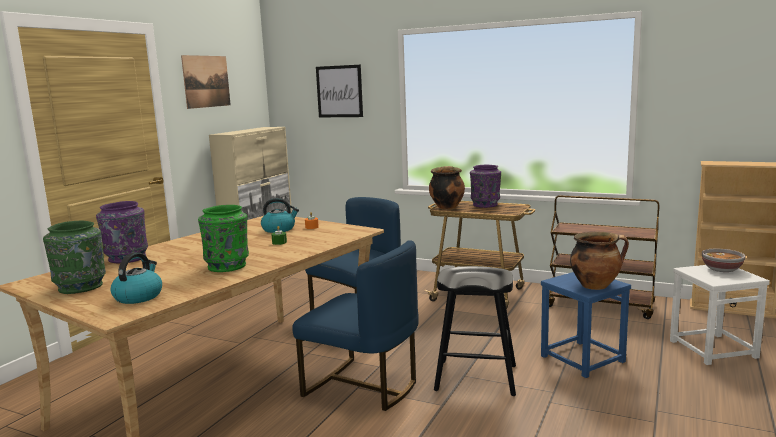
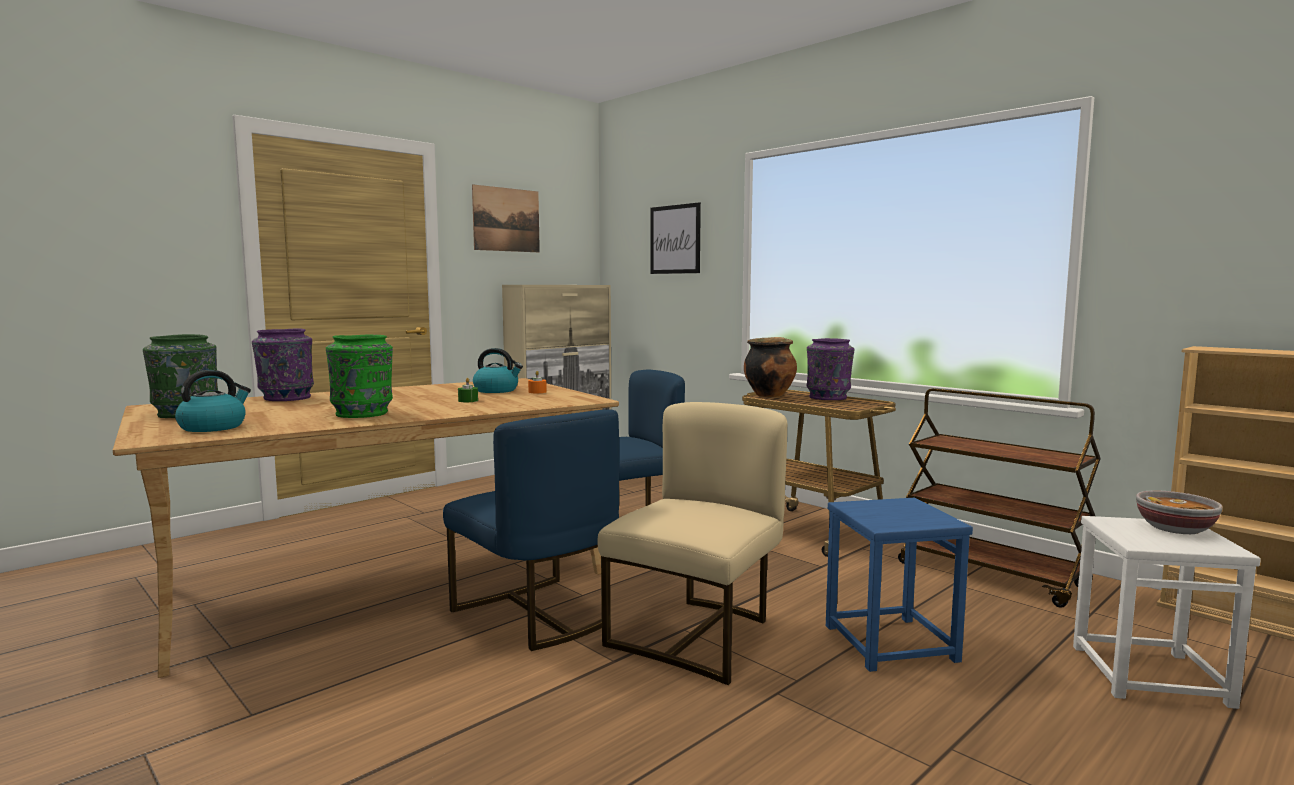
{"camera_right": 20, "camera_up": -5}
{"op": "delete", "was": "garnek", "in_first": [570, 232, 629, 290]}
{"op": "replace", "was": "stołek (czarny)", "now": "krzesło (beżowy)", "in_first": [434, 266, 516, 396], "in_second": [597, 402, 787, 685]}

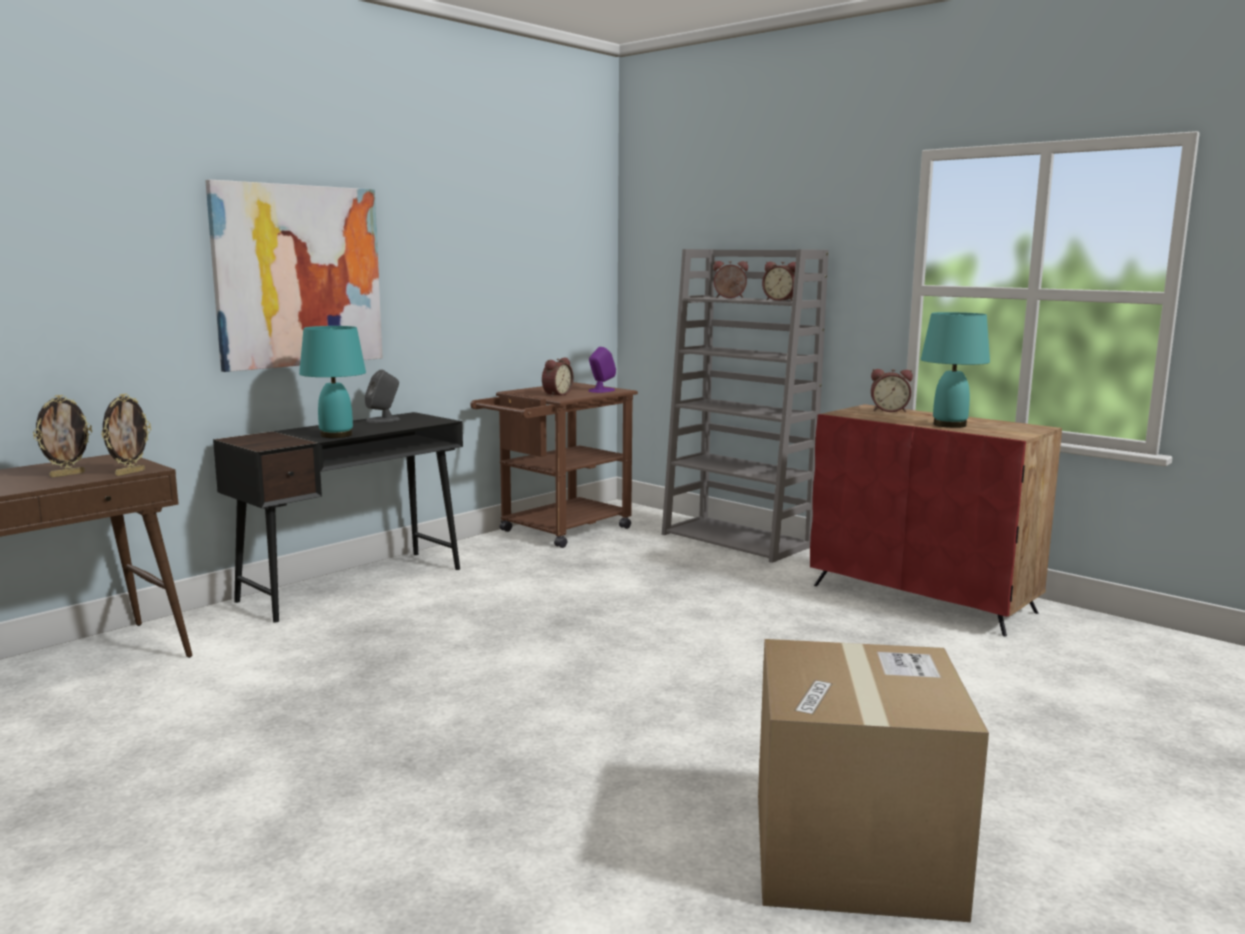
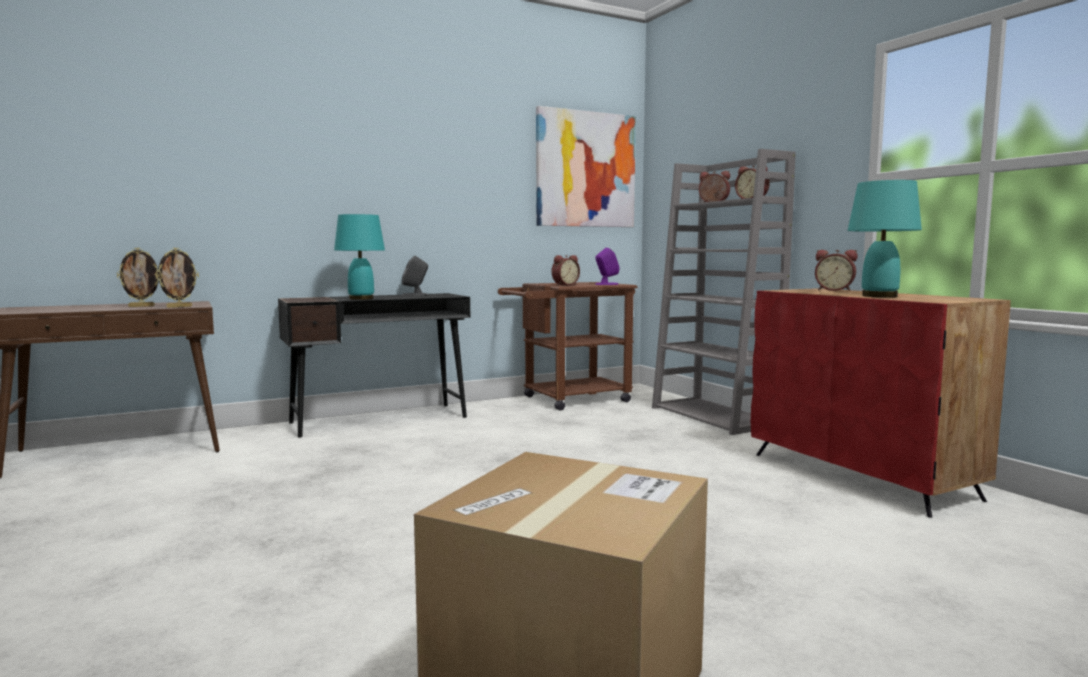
{"camera_right": 20, "camera_up": -5}
{"op": "move", "was": "obraz", "in_first": [205, 179, 383, 372], "in_second": [536, 106, 636, 227]}

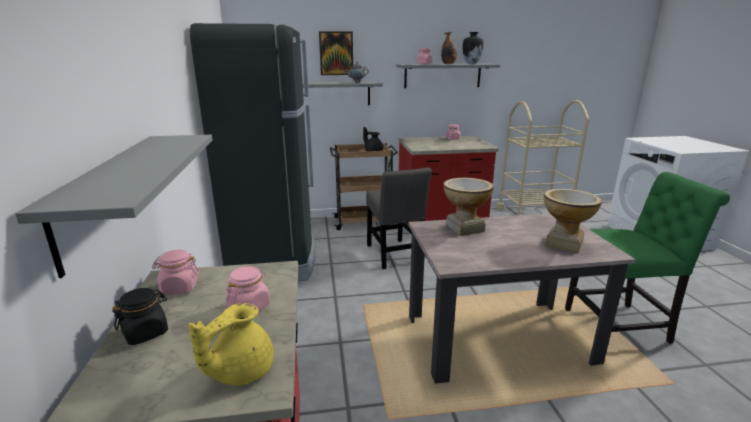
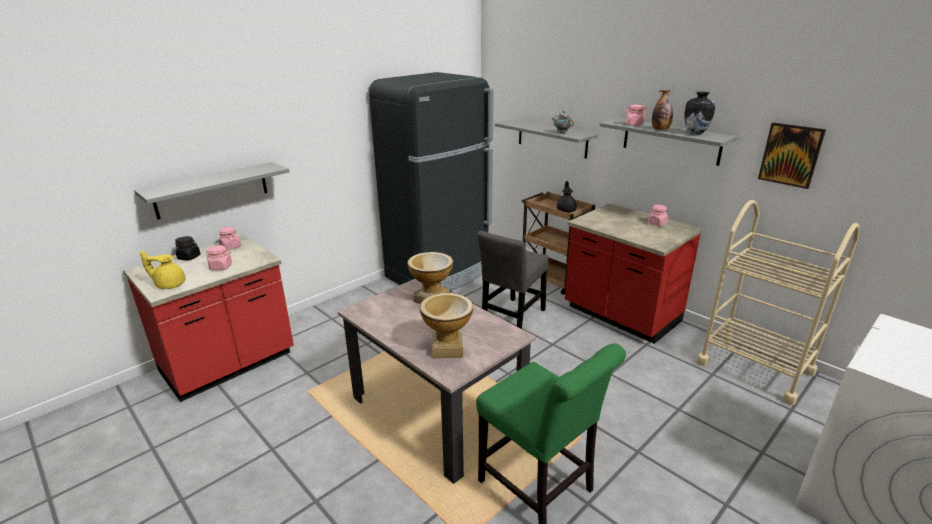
{"camera_right": 55, "camera_up": 5}
{"op": "move", "was": "obraz", "in_first": [319, 31, 353, 75], "in_second": [758, 123, 826, 189]}

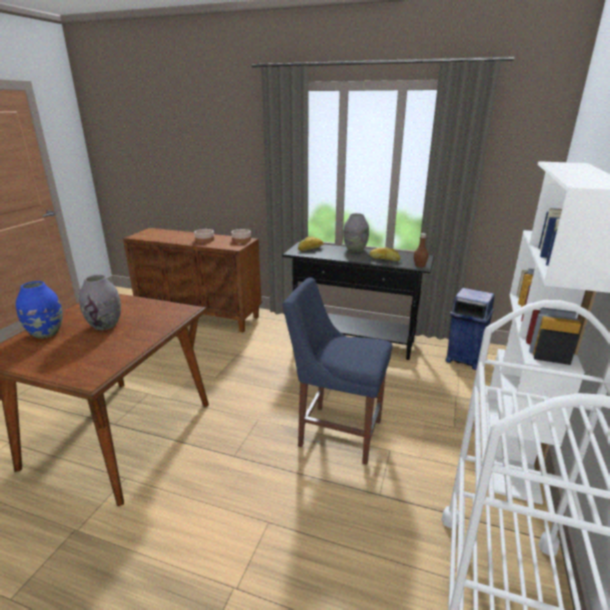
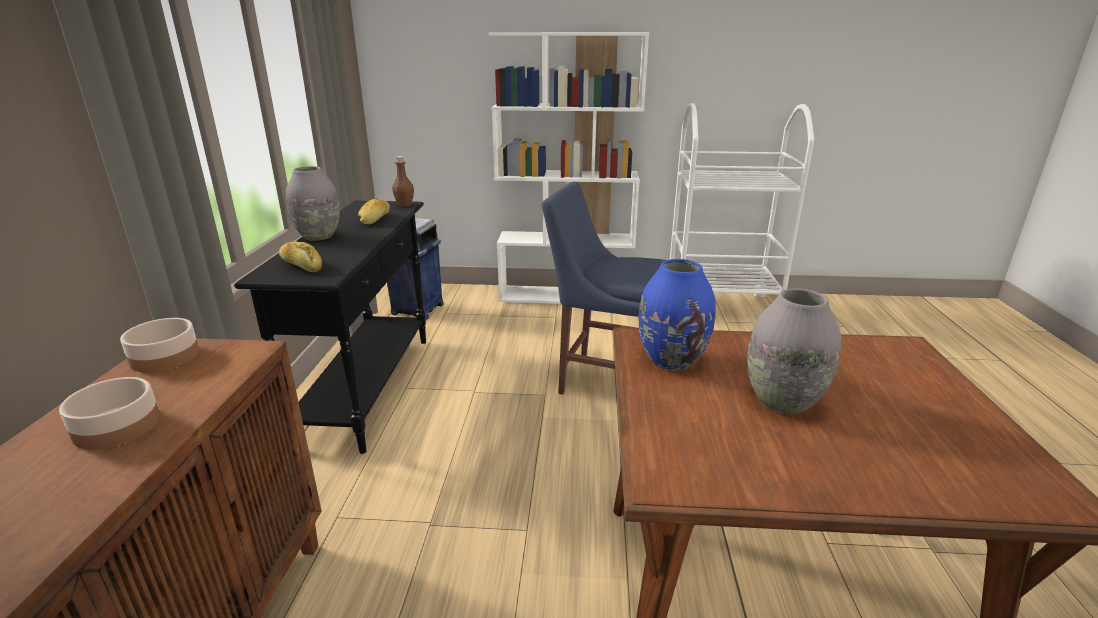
{"camera_right": -105, "camera_up": 0}
{"op": "move", "was": "wazon (niebieski)", "in_first": [16, 281, 63, 338], "in_second": [639, 259, 716, 371]}
{"op": "rotate", "was": "krzesło (niebieski)", "in_first": [282, 277, 392, 465], "in_second": [542, 182, 666, 395], "clockwise": 105}

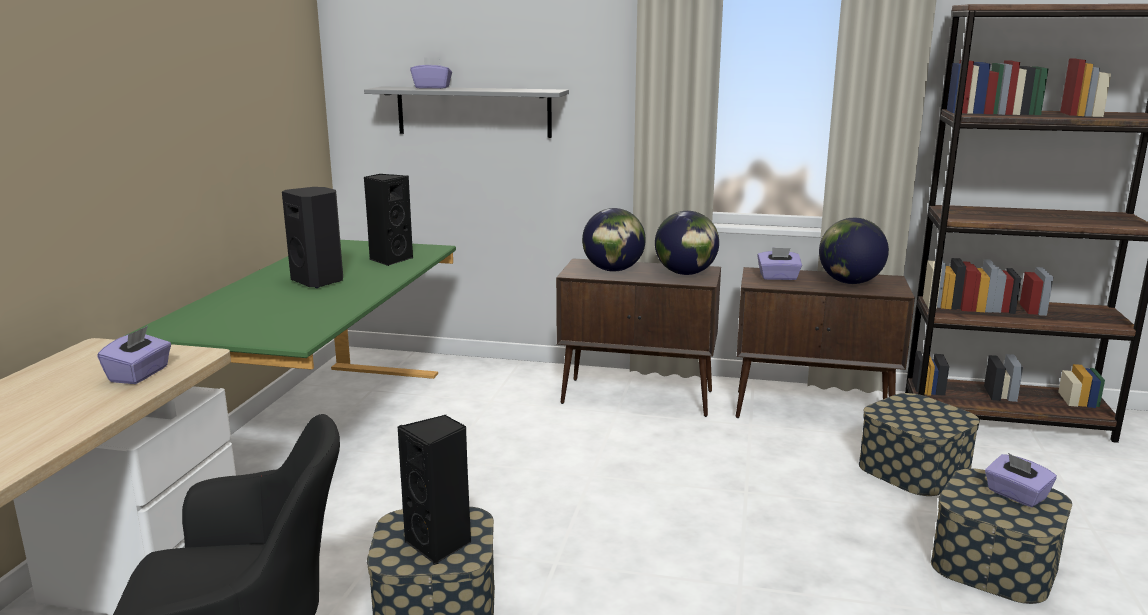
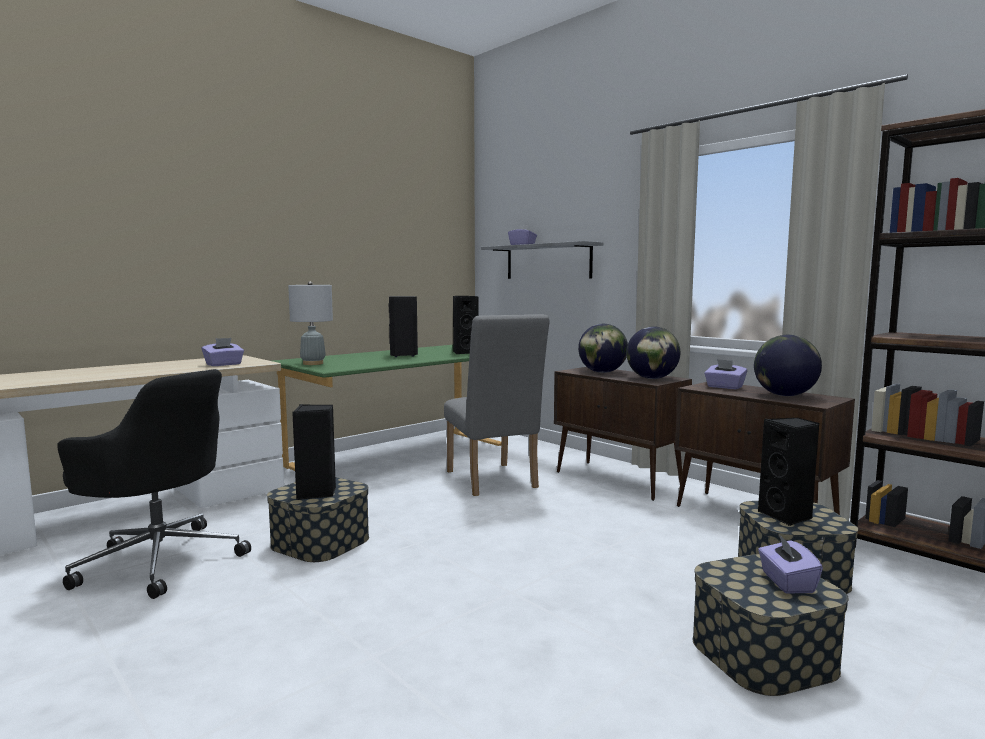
{"camera_right": 35, "camera_up": -10}
{"op": "insert", "now": "lampa stołowa (szary)", "in_second": [288, 281, 333, 365]}
{"op": "insert", "now": "krzesło (szary)", "in_second": [444, 314, 550, 496]}
{"op": "insert", "now": "głośnik (czarny)", "in_second": [758, 418, 819, 526]}

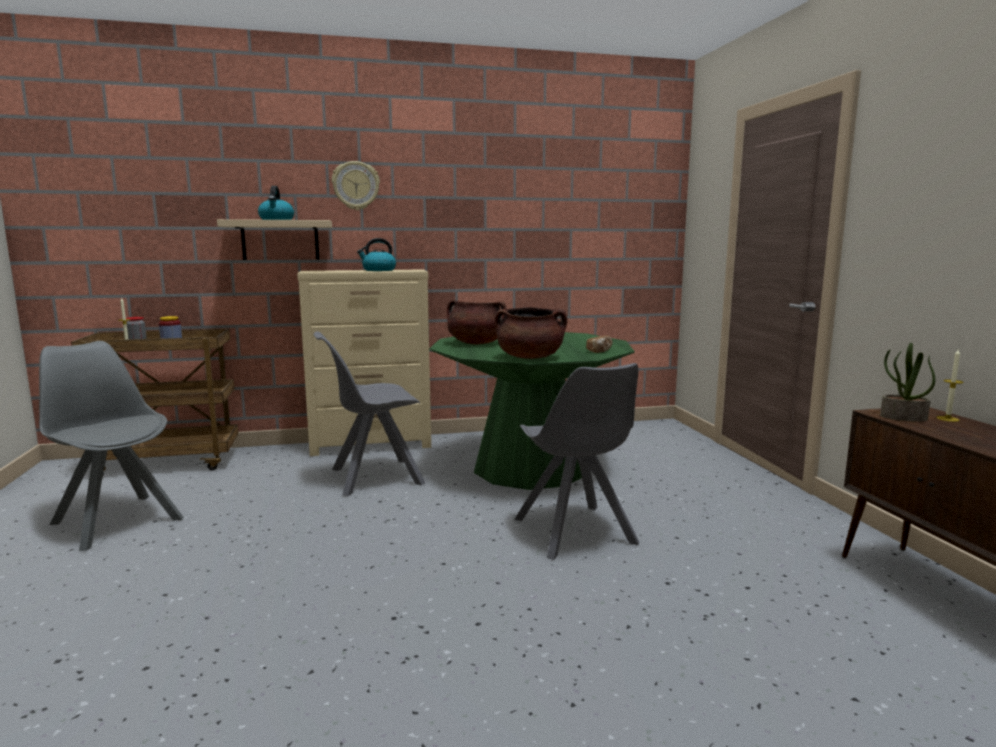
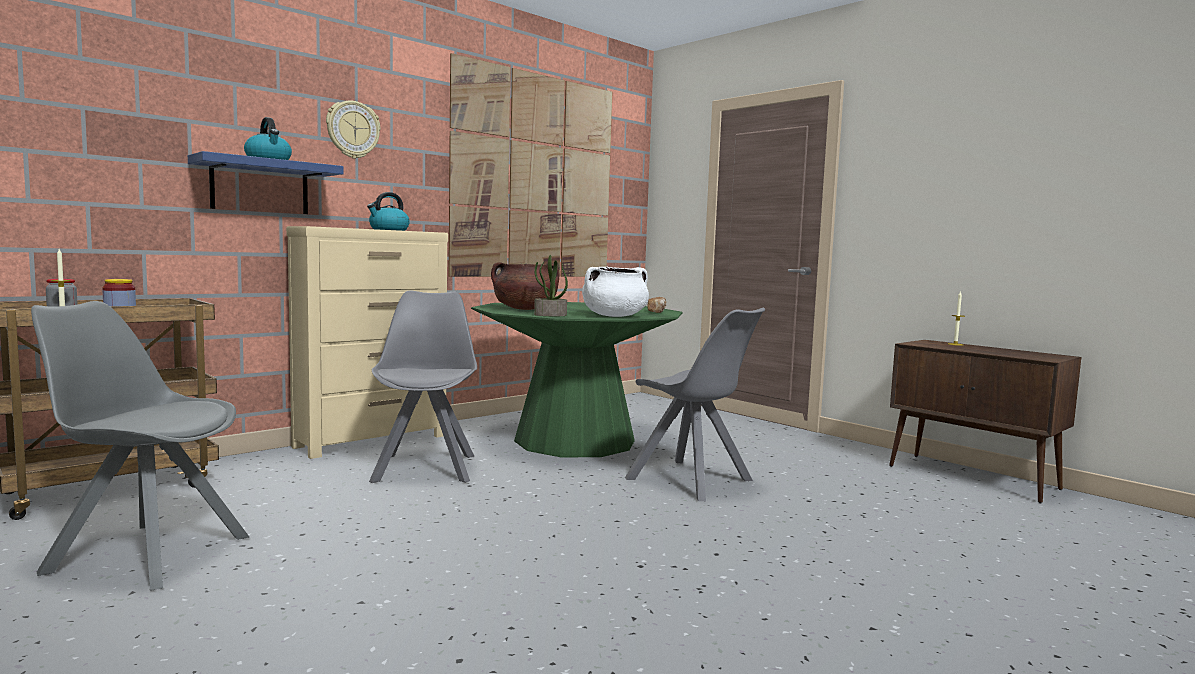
{"camera_right": -30, "camera_up": -5}
{"op": "insert", "now": "obraz", "in_second": [449, 53, 612, 277]}
{"op": "move", "was": "roślina doniczkowa", "in_first": [880, 343, 936, 422], "in_second": [534, 255, 568, 316]}
{"op": "recolor", "was": "półka (beżowy)", "now": "półka (niebieski)", "in_first": [217, 219, 332, 260], "in_second": [188, 151, 344, 214]}
{"op": "recolor", "was": "garnek (brązowy)", "now": "garnek (biały)", "in_first": [495, 307, 567, 359], "in_second": [582, 267, 649, 317]}
{"op": "rotate", "was": "krzesło (szary)", "in_first": [314, 331, 425, 496], "in_second": [369, 290, 477, 483], "clockwise": 135}

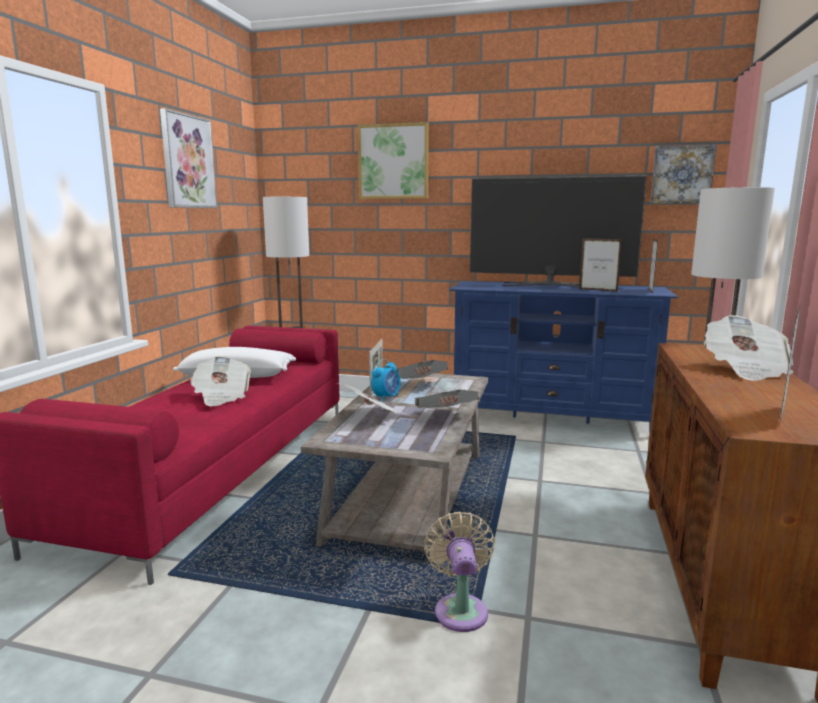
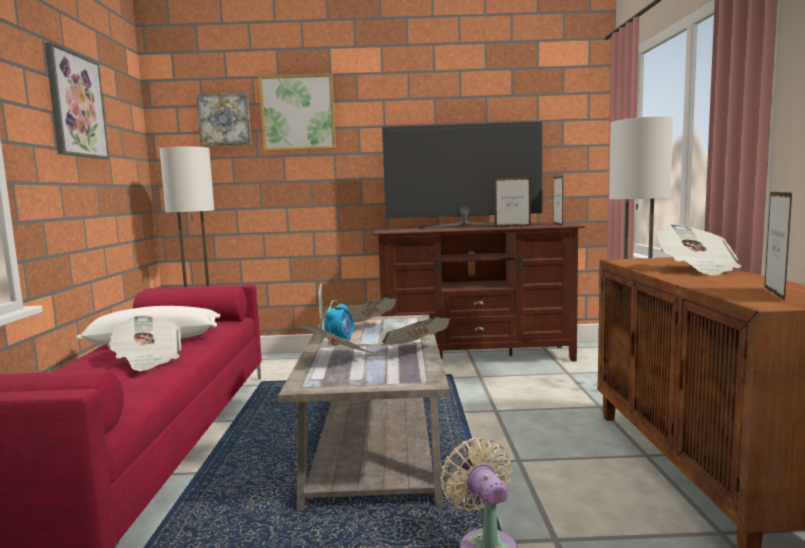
{"camera_right": -15, "camera_up": -5}
{"op": "move", "was": "obraz", "in_first": [650, 145, 717, 203], "in_second": [196, 92, 251, 146]}
{"op": "recolor", "was": "szafka pod telewizor (niebieski)", "now": "szafka pod telewizor (brązowy)", "in_first": [449, 281, 678, 435], "in_second": [373, 222, 585, 362]}

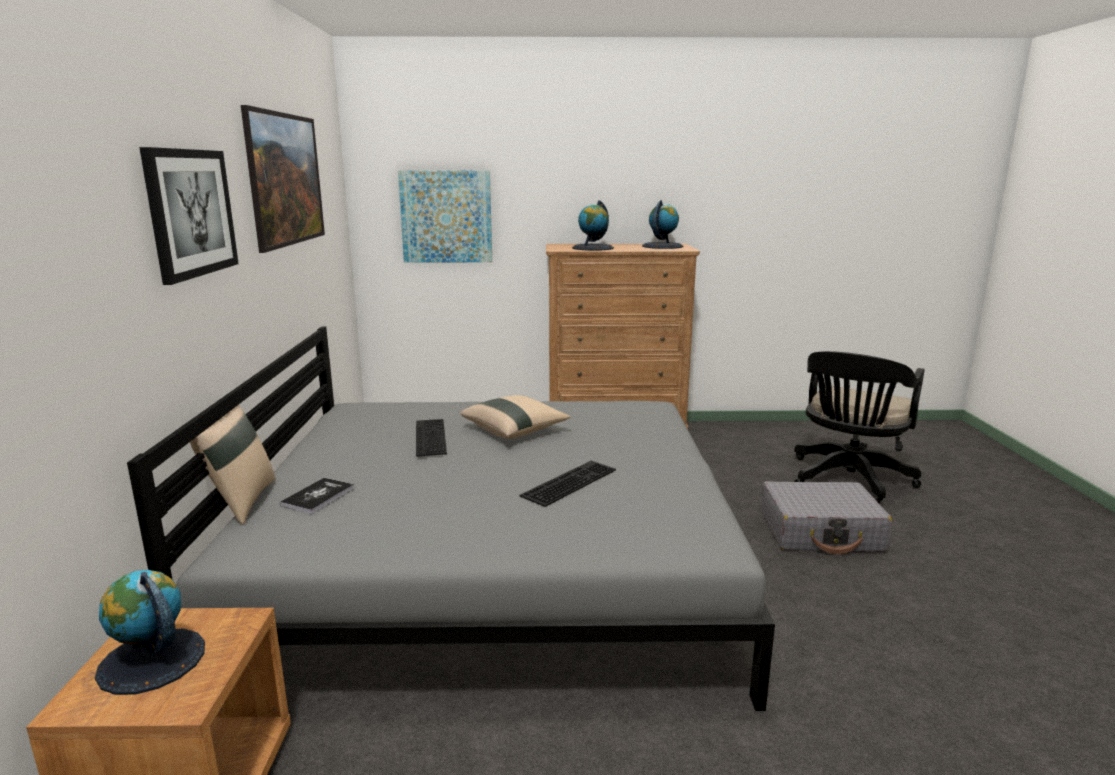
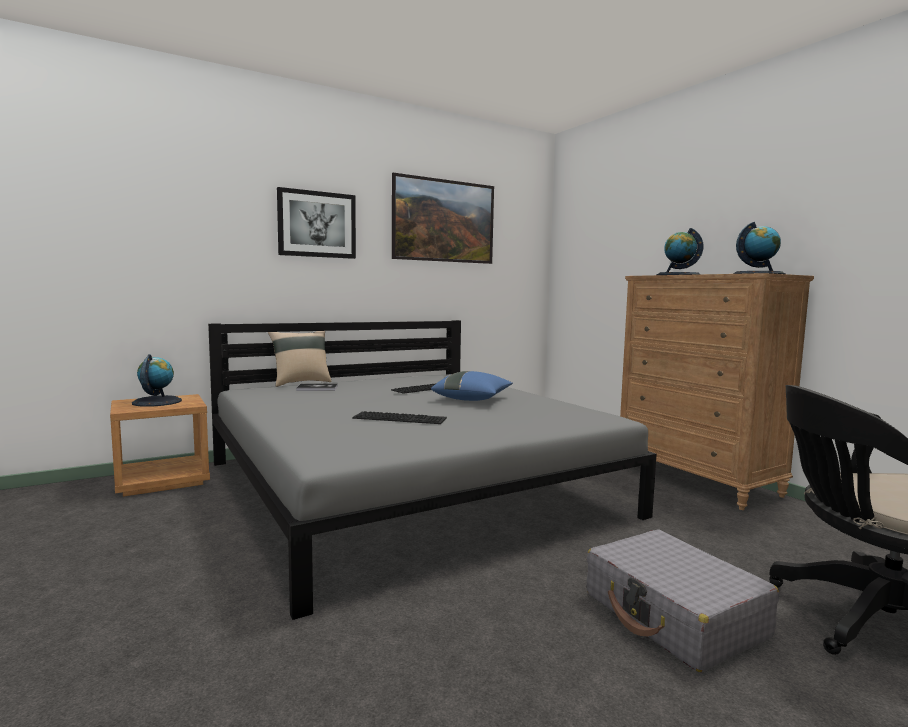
{"camera_right": 60, "camera_up": -10}
{"op": "delete", "was": "obraz", "in_first": [398, 170, 492, 263]}
{"op": "recolor", "was": "poduszka (beżowy)", "now": "poduszka (niebieski)", "in_first": [460, 395, 570, 439], "in_second": [431, 371, 513, 401]}

